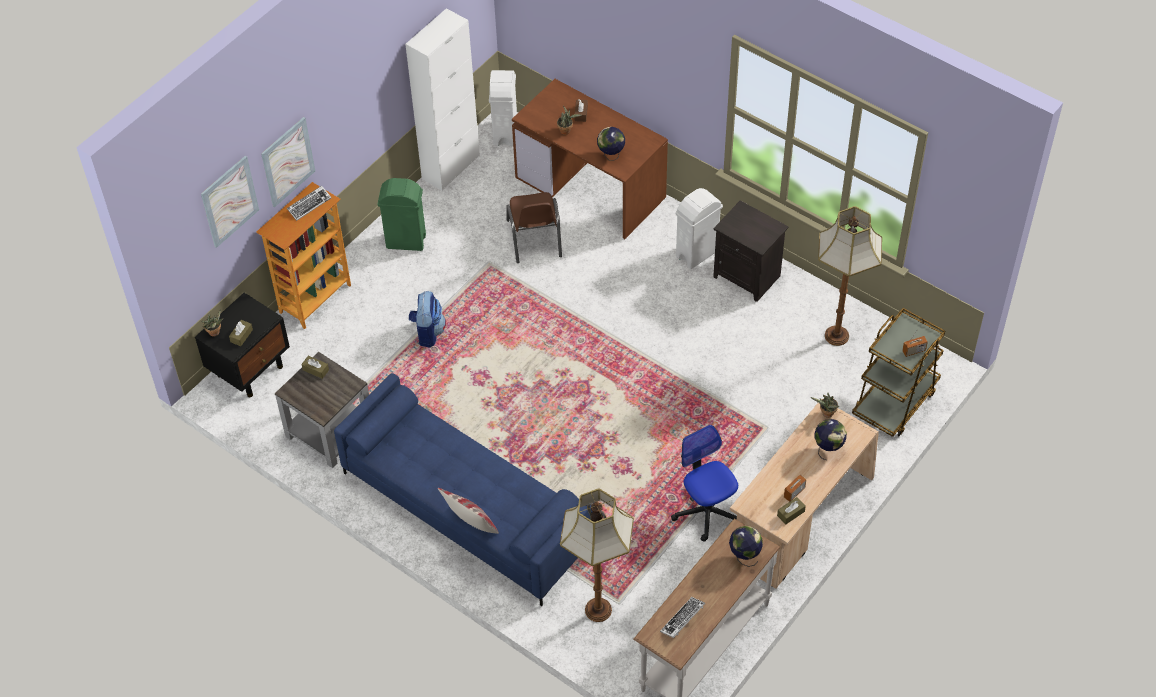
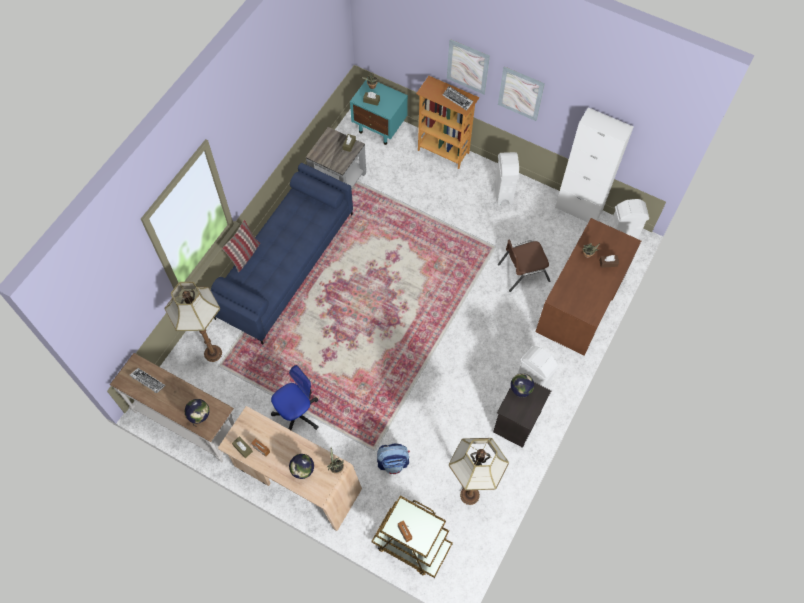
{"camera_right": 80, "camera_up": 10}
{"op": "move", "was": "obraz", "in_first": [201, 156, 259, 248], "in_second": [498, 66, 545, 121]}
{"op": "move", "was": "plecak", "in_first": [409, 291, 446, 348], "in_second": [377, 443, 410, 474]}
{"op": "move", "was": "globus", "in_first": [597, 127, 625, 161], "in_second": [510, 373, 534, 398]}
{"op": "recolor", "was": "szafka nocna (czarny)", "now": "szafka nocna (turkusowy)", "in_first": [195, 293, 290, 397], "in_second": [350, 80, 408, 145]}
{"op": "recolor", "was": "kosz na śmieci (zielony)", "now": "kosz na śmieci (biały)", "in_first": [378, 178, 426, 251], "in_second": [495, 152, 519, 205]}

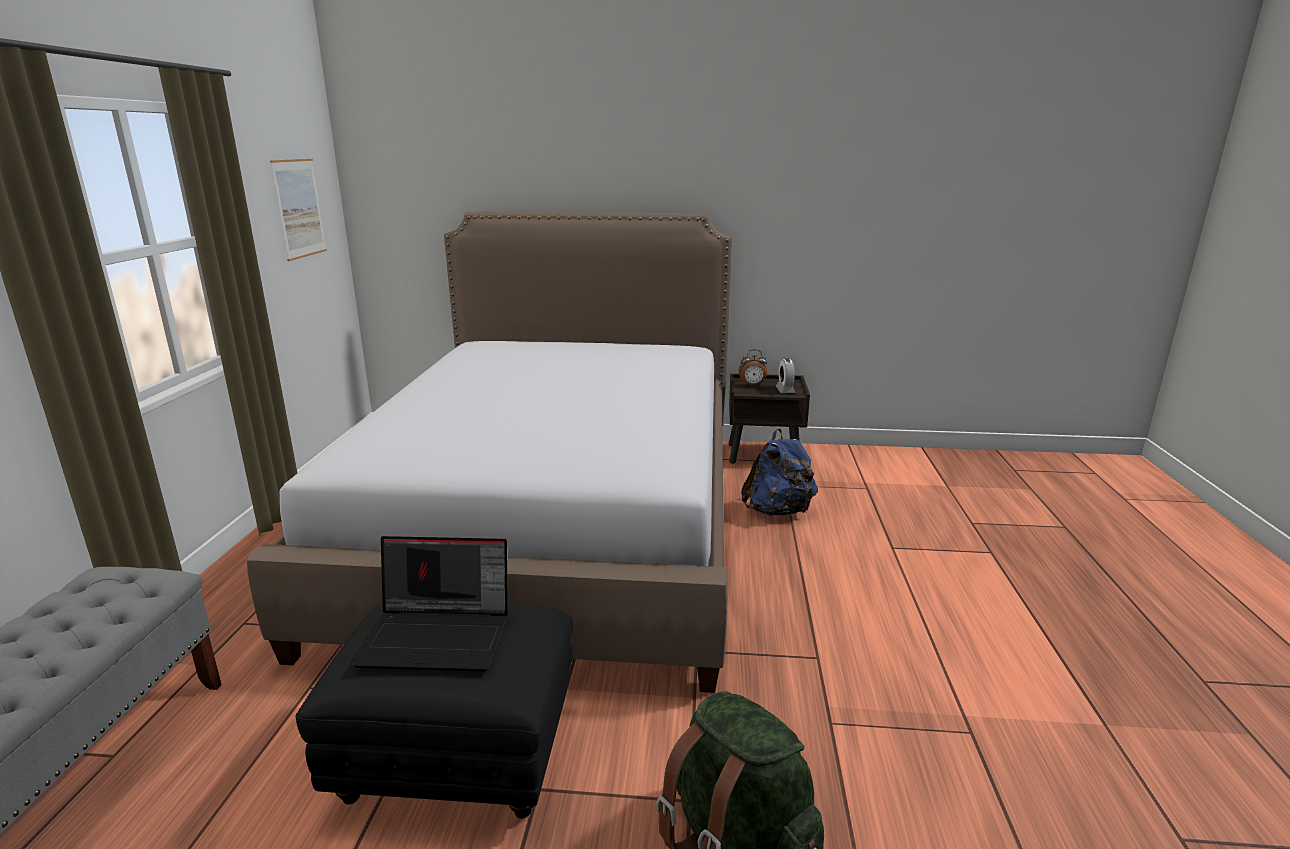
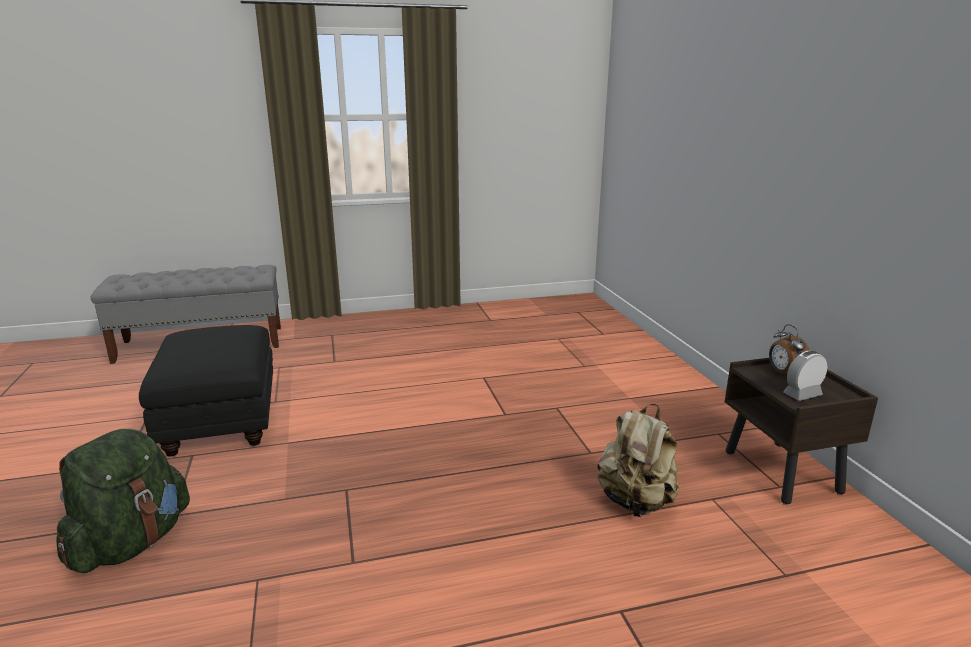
{"camera_right": 70, "camera_up": 0}
{"op": "delete", "was": "łóżko", "in_first": [246, 212, 732, 693]}
{"op": "delete", "was": "obraz", "in_first": [270, 159, 327, 261]}
{"op": "delete", "was": "laptop", "in_first": [352, 536, 508, 672]}
{"op": "recolor", "was": "plecak (niebieski)", "now": "plecak (beżowy)", "in_first": [741, 429, 818, 516], "in_second": [597, 404, 679, 517]}

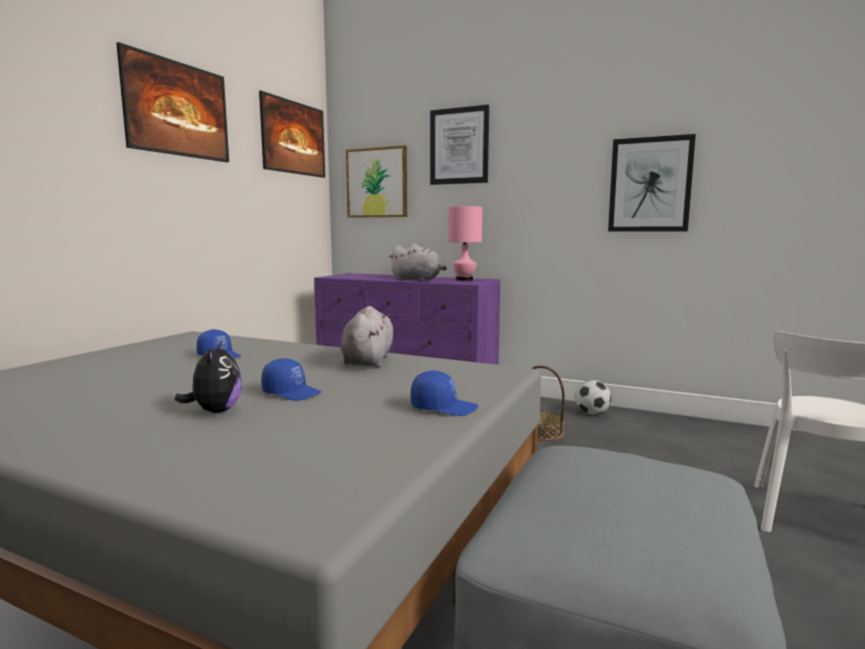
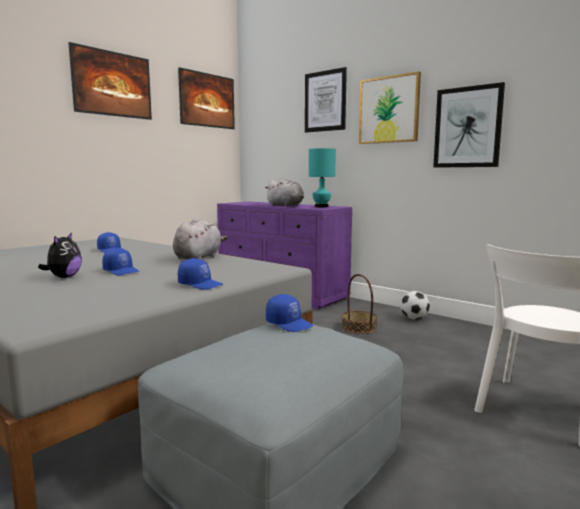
{"camera_right": 15, "camera_up": 0}
{"op": "insert", "now": "czapka z daszkiem (niebieski)", "in_second": [266, 294, 313, 332]}
{"op": "move", "was": "obraz", "in_first": [346, 145, 407, 218], "in_second": [359, 71, 421, 144]}
{"op": "recolor", "was": "lampa stołowa (różowy)", "now": "lampa stołowa (turkusowy)", "in_first": [448, 206, 483, 281], "in_second": [309, 148, 336, 207]}

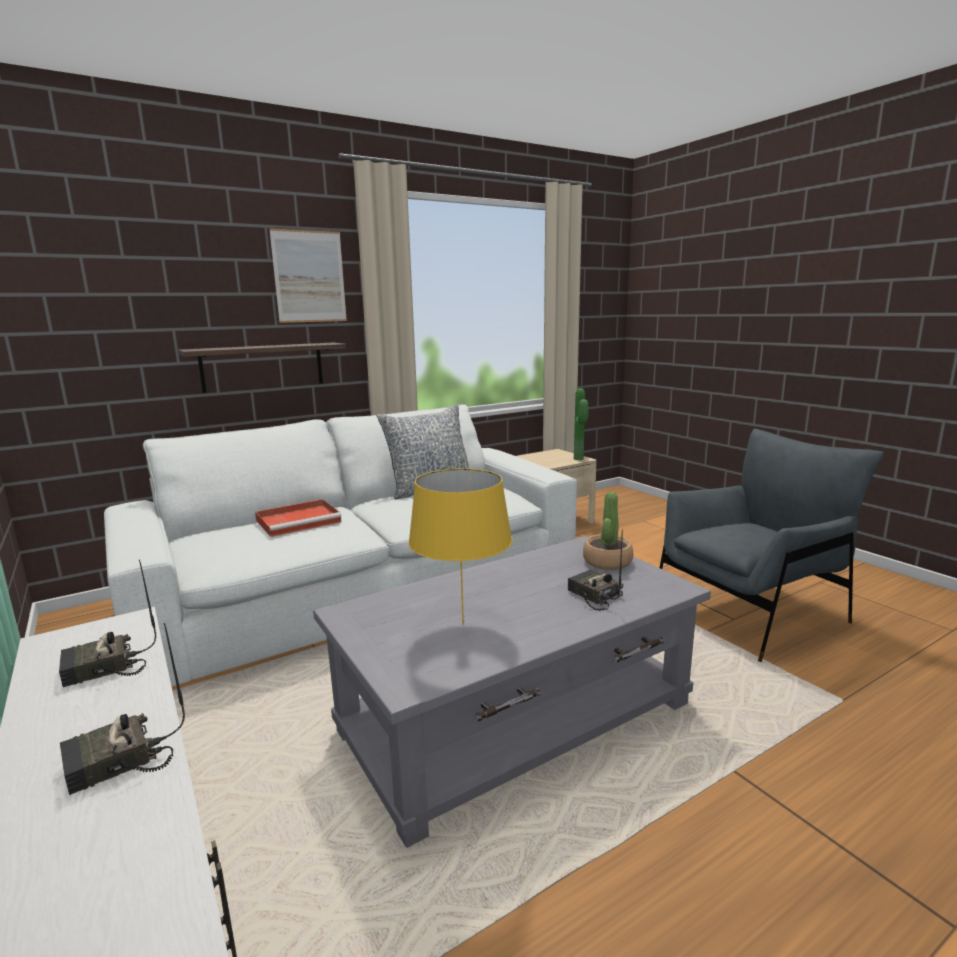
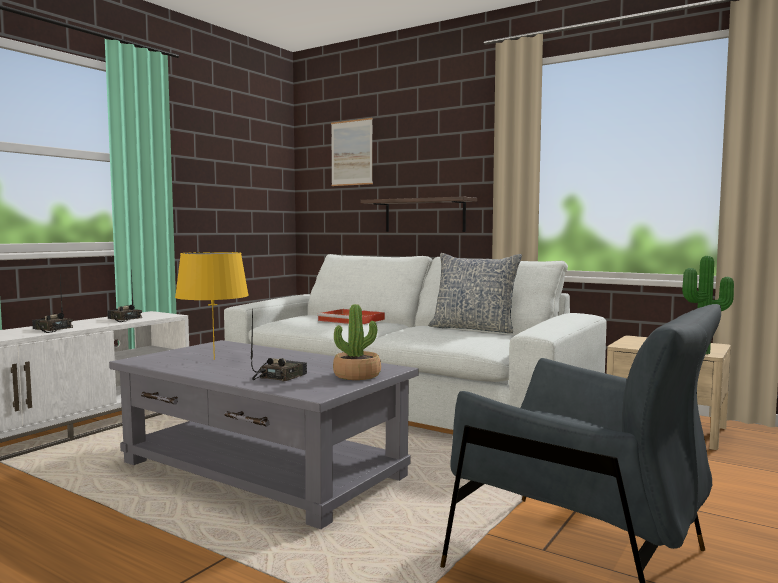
{"camera_right": 65, "camera_up": -10}
{"op": "move", "was": "obraz", "in_first": [269, 228, 347, 323], "in_second": [331, 118, 373, 186]}

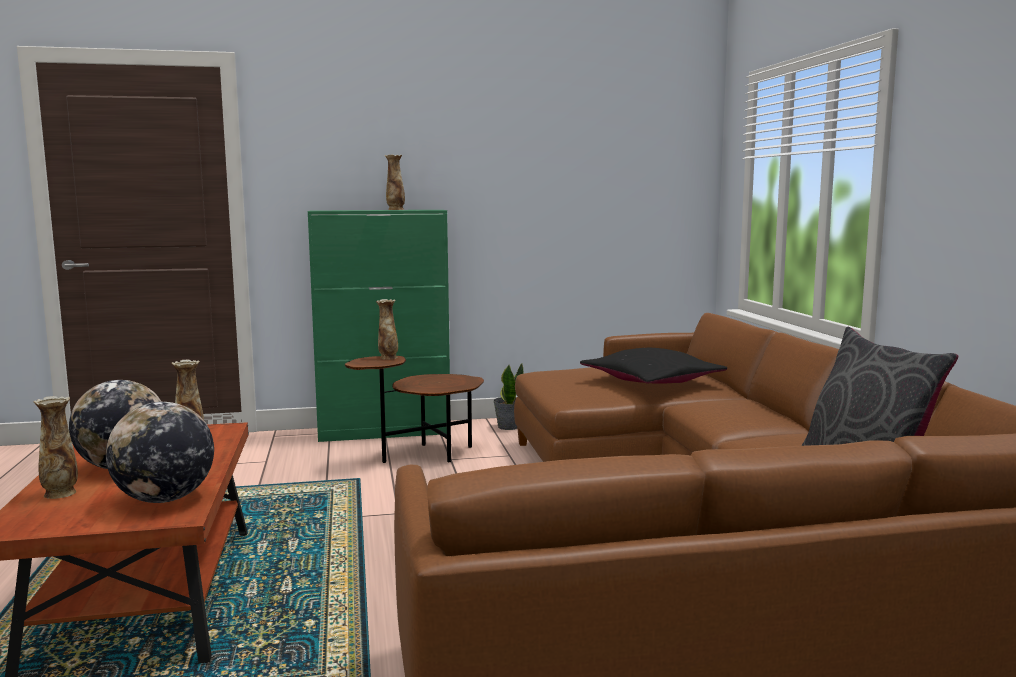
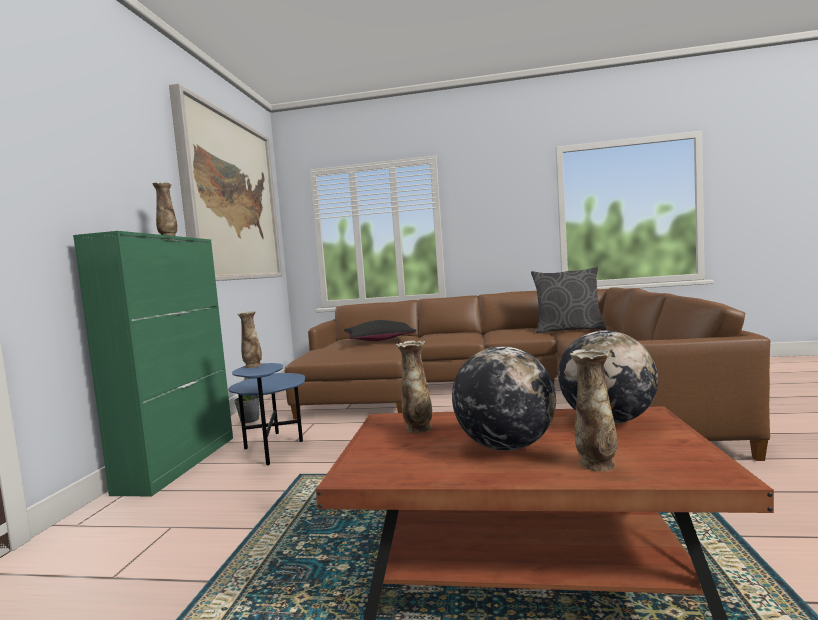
{"camera_right": -70, "camera_up": -5}
{"op": "insert", "now": "obraz", "in_second": [169, 83, 282, 281]}
{"op": "recolor", "was": "stolik (brązowy)", "now": "stolik (niebieski)", "in_first": [345, 356, 484, 463], "in_second": [228, 363, 305, 465]}

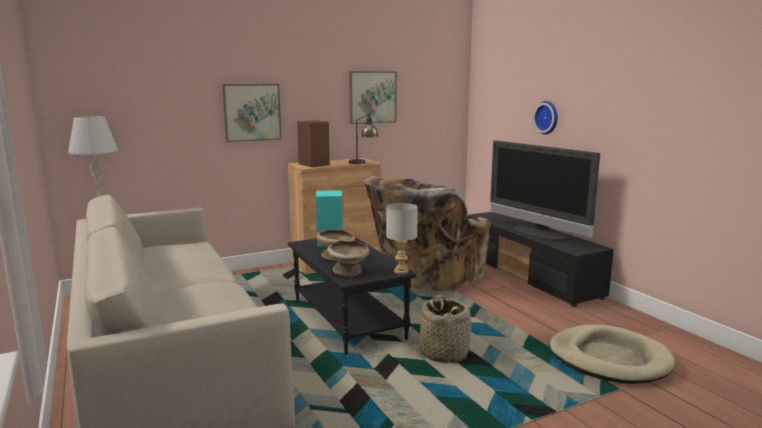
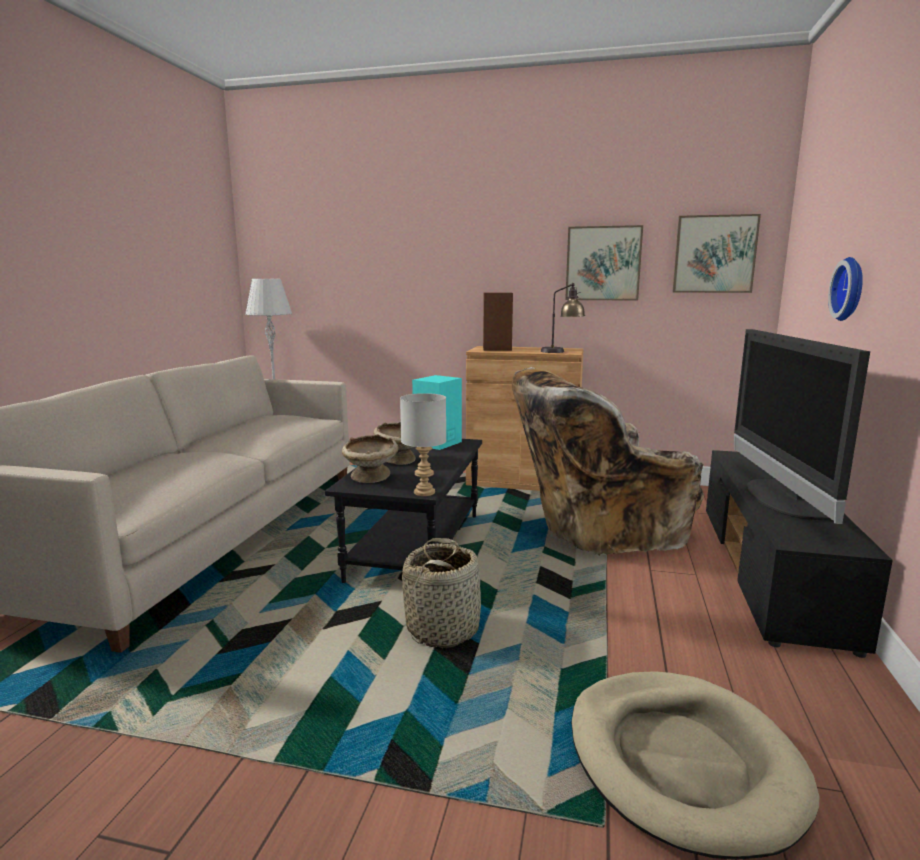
{"camera_right": 40, "camera_up": 0}
{"op": "move", "was": "obraz", "in_first": [222, 84, 282, 142], "in_second": [673, 214, 761, 293]}

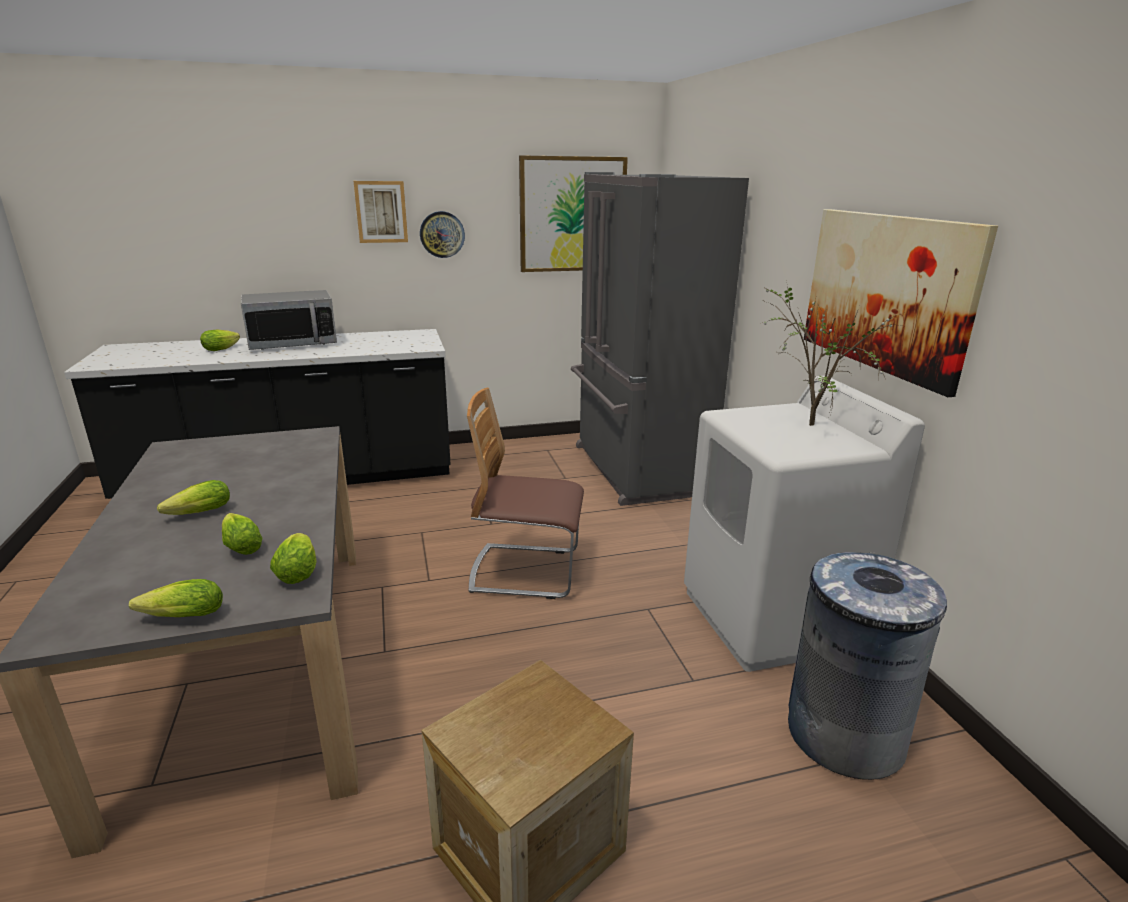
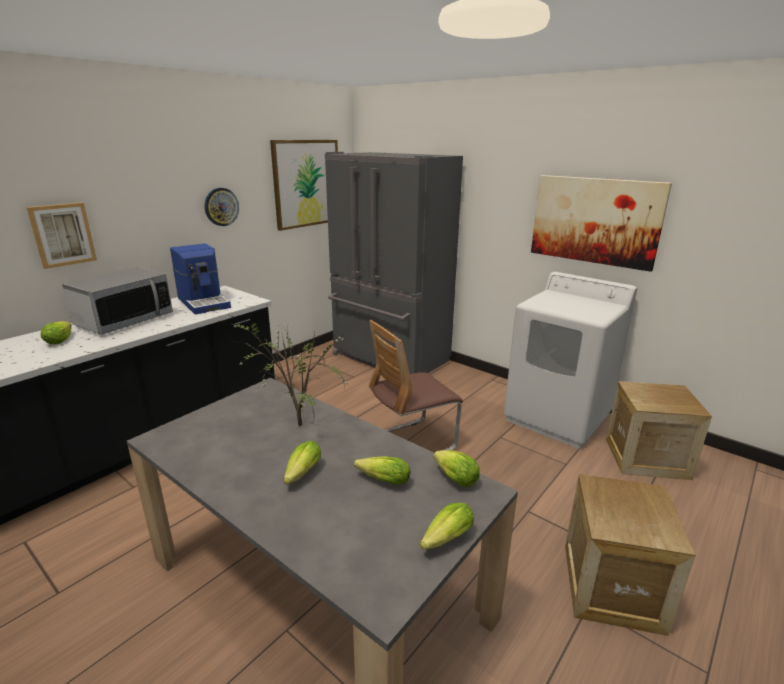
{"camera_right": -35, "camera_up": 0}
{"op": "insert", "now": "ekspres do kawy", "in_second": [170, 244, 231, 315]}
{"op": "move", "was": "obraz", "in_first": [353, 181, 408, 243], "in_second": [26, 202, 97, 269]}
{"op": "move", "was": "roślina doniczkowa", "in_first": [762, 279, 905, 426], "in_second": [232, 323, 350, 427]}
{"op": "replace", "was": "kosz na śmieci (szary)", "now": "skrzynka", "in_first": [788, 552, 947, 780], "in_second": [606, 381, 712, 480]}

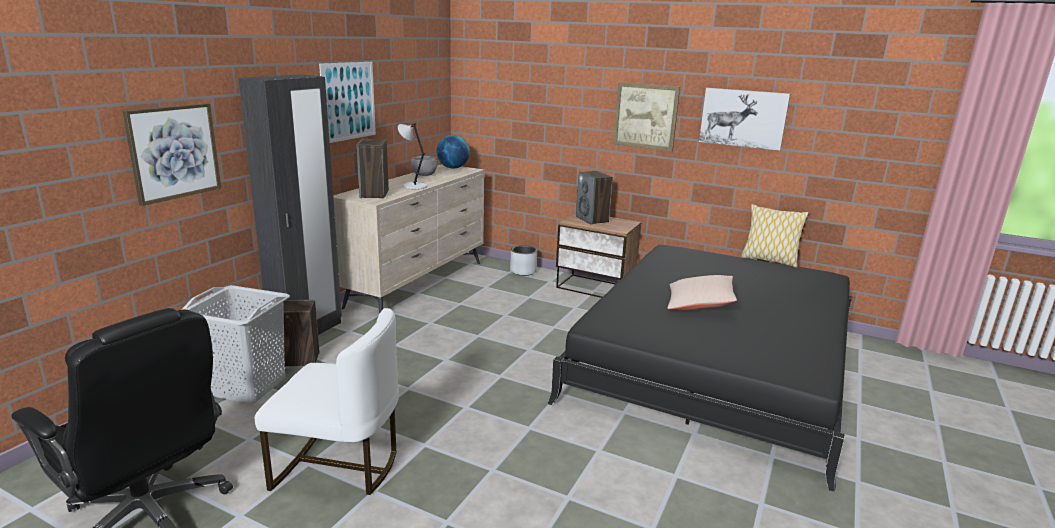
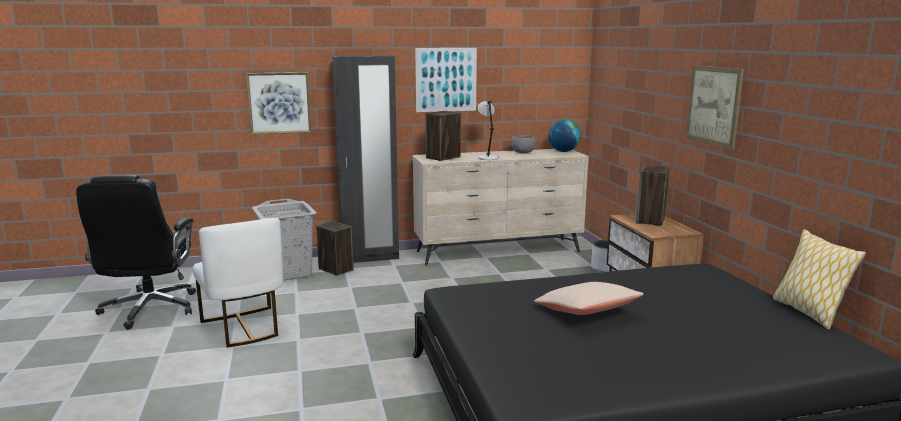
{"camera_right": 50, "camera_up": -5}
{"op": "delete", "was": "obraz", "in_first": [699, 88, 790, 151]}

